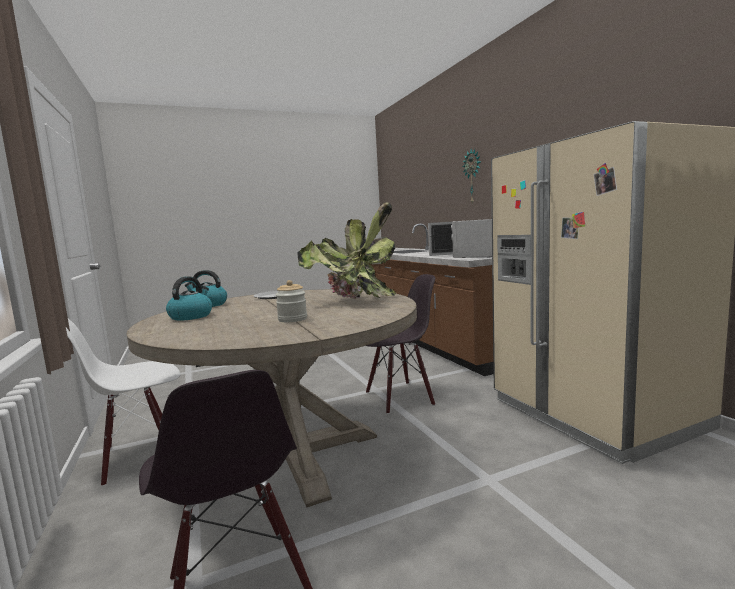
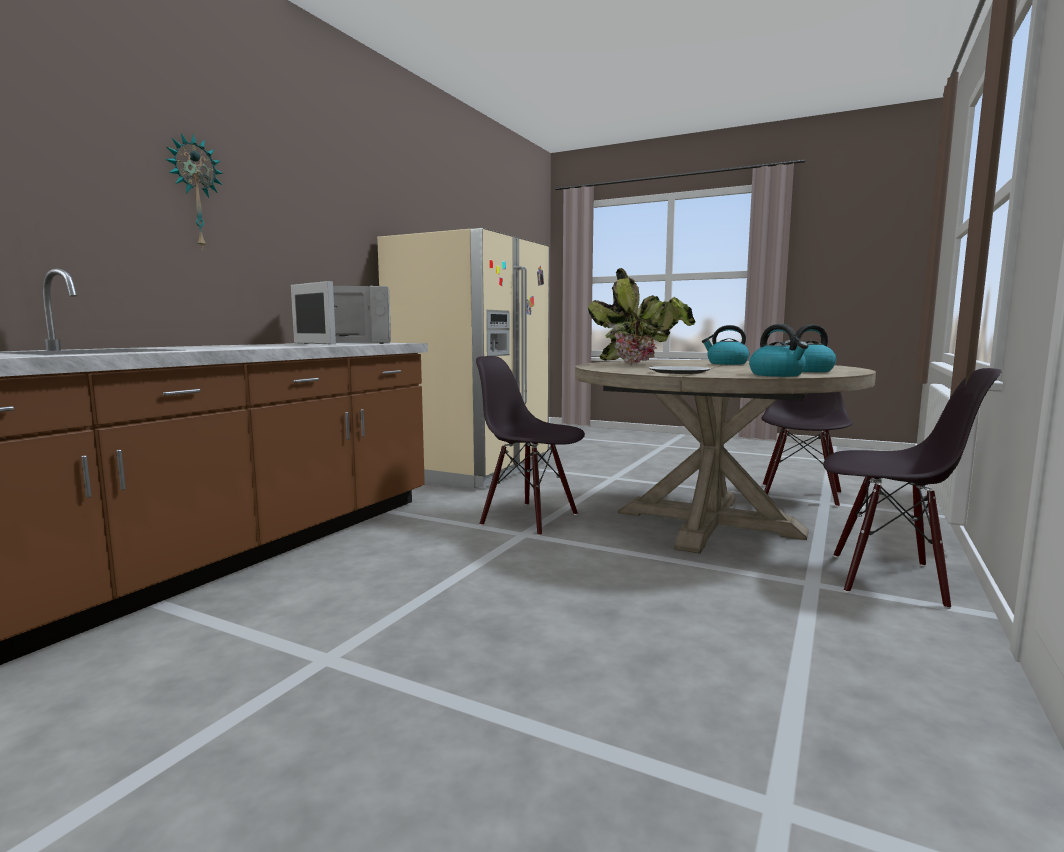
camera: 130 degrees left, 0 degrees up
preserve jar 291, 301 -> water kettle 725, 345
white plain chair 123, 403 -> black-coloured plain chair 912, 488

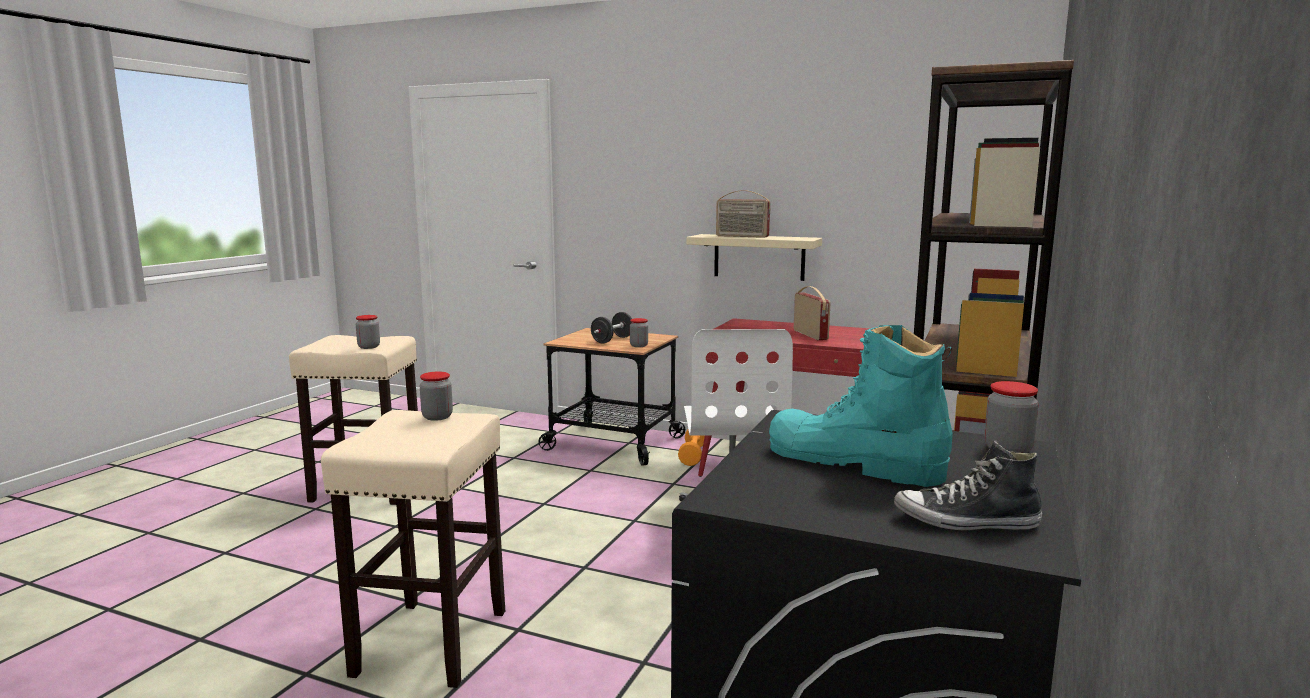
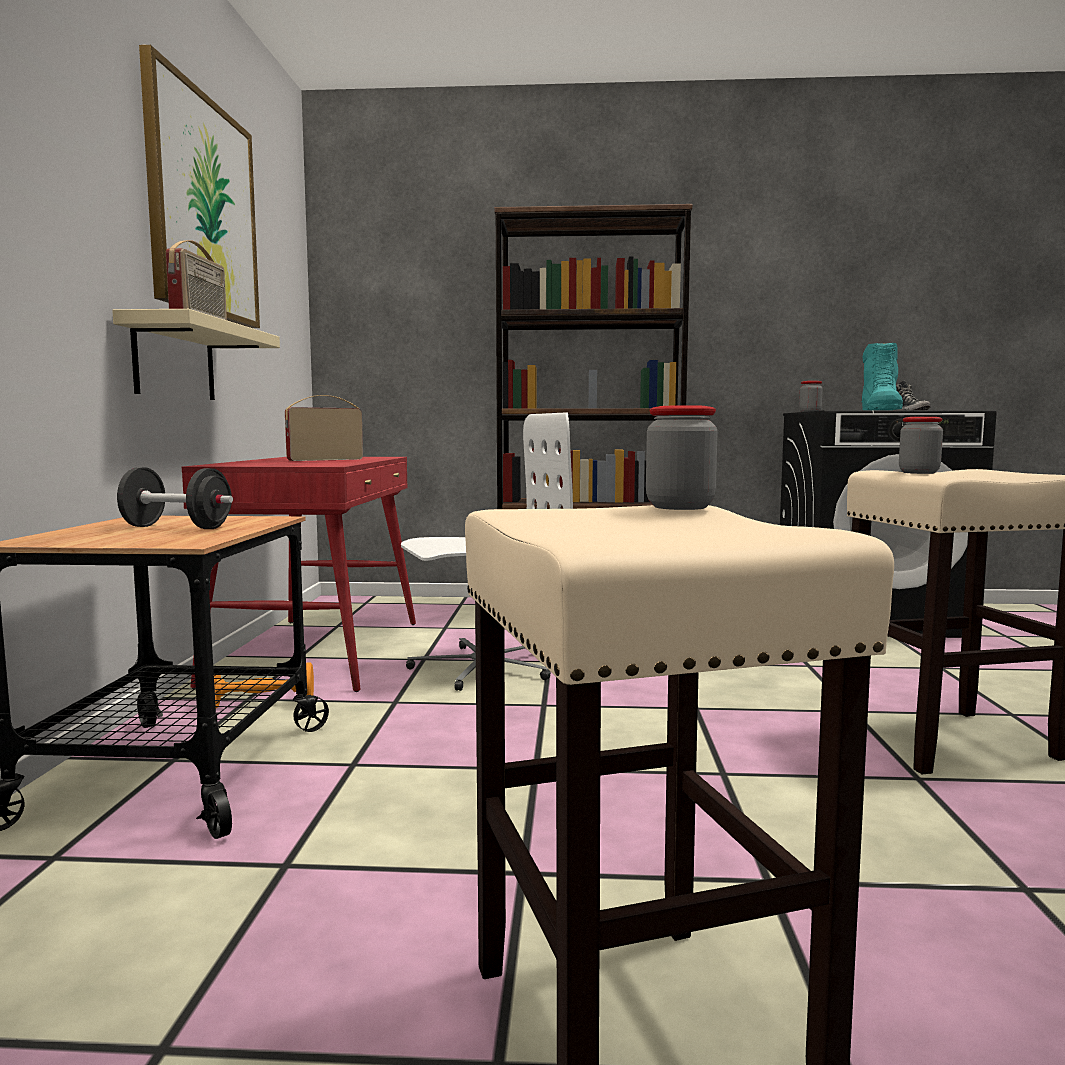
camera: 110 degrees left, 5 degrees down
preserve jar 639, 332 -> none
none -> picture 199, 186

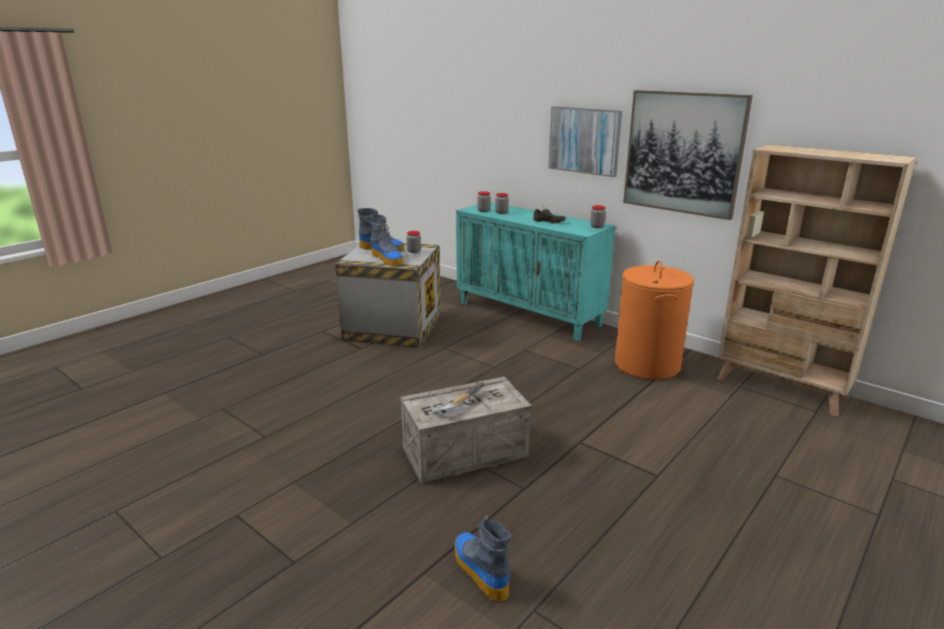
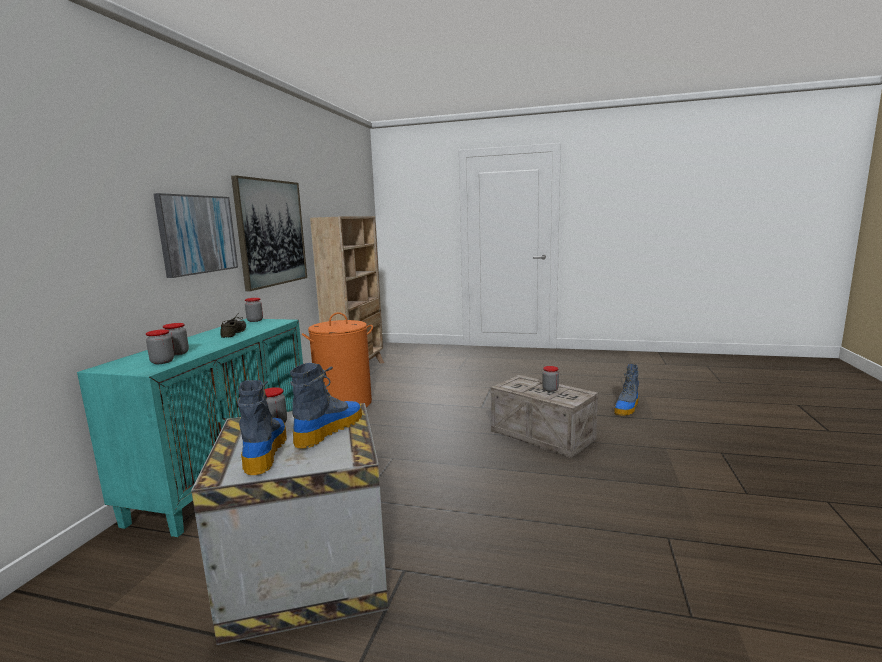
camera: 115 degrees left, 10 degrees down
hand hammer 458, 398 -> preserve jar 550, 379

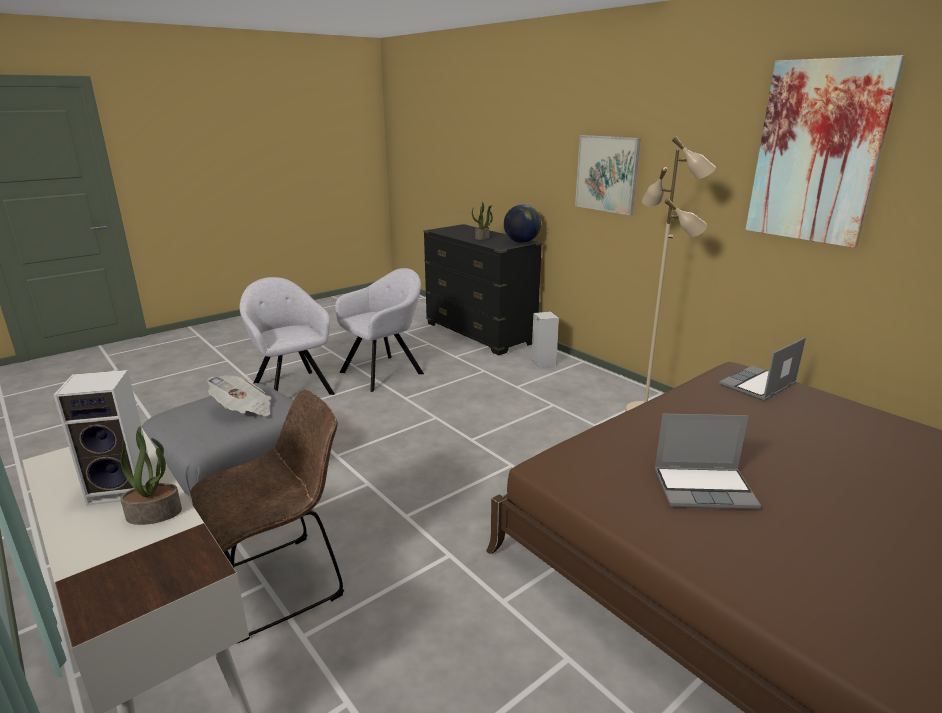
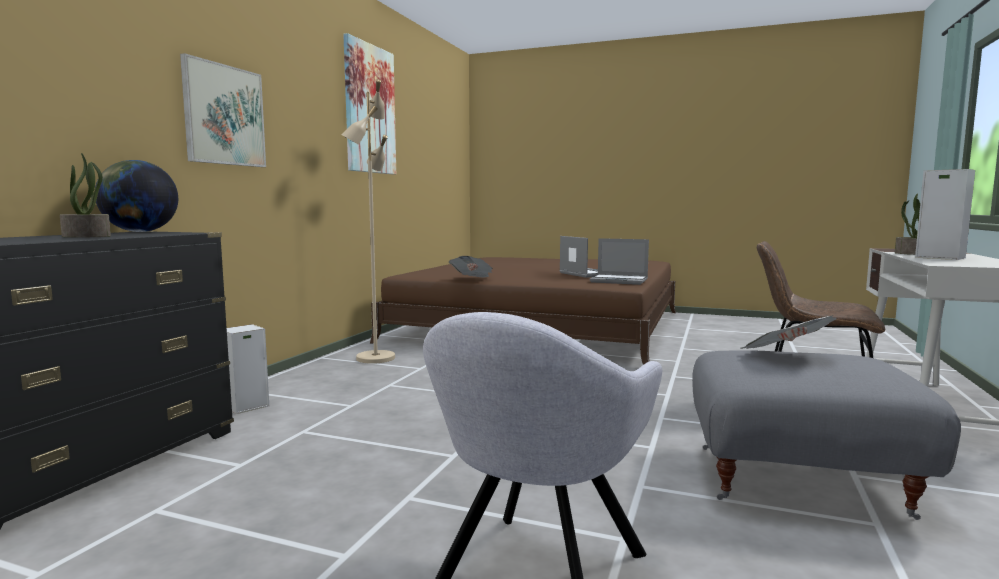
camera: 120 degrees left, 15 degrees down
grey easy chair 379, 330 -> none
none -> newspaper 471, 266
laptop 762, 369 -> laptop 619, 261, relocated

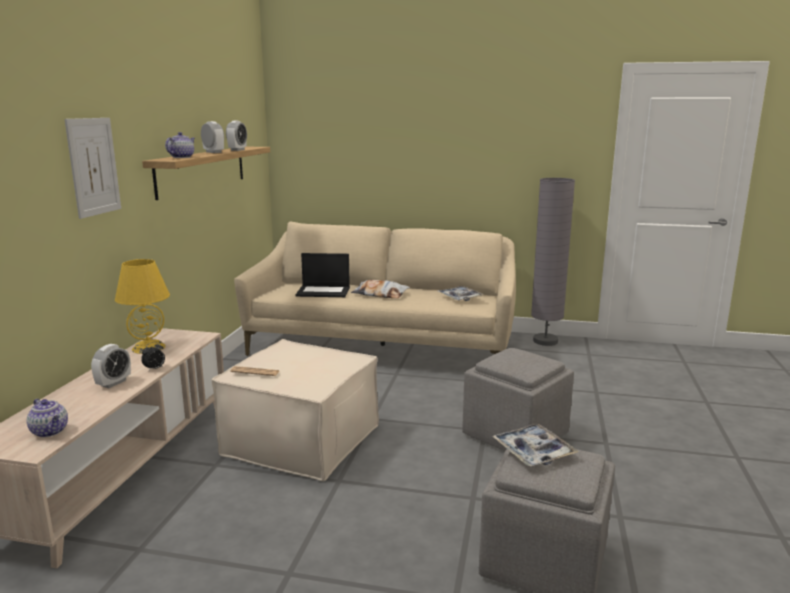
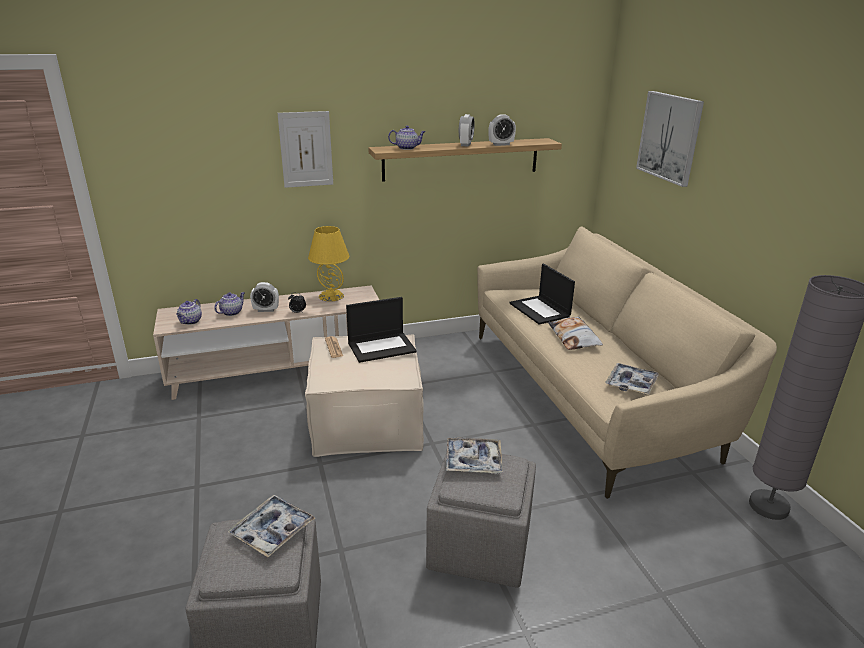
camera: 60 degrees right, 10 degrees up
none -> pot for tea 229, 304
none -> laptop 381, 330
none -> carrying tray 474, 456
none -> picture 670, 139

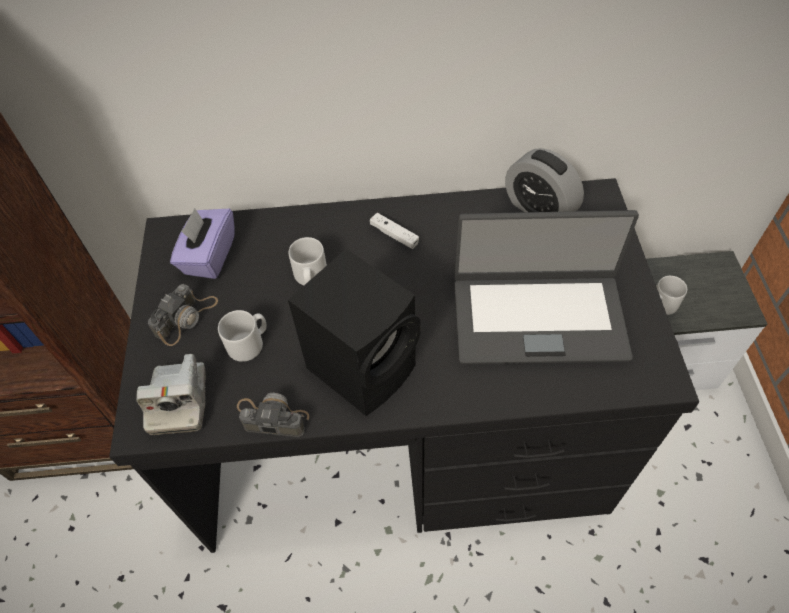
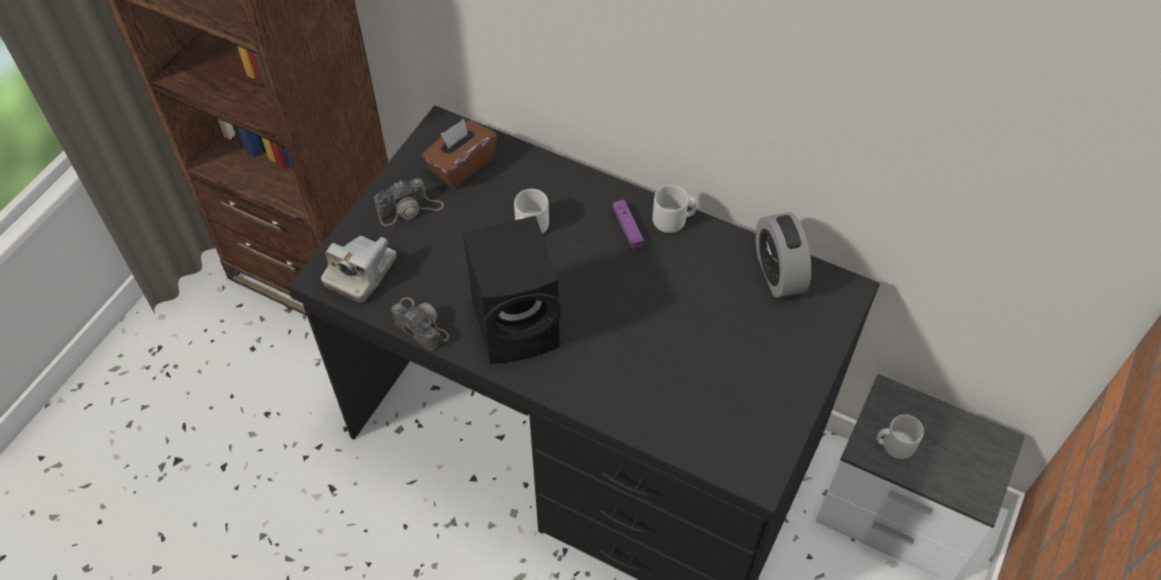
camera: 30 degrees right, 0 degrees up
laptop 547, 287 -> none
grey tea mug 242, 336 -> grey tea mug 674, 209, relocated
purplish tissue holder 202, 243 -> brown tissue holder 459, 153
white joypad 394, 231 -> purplish joypad 628, 224

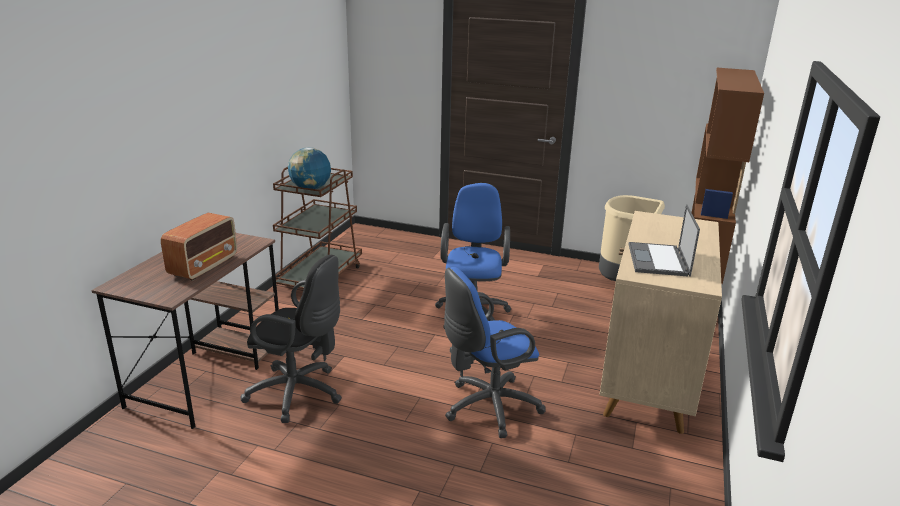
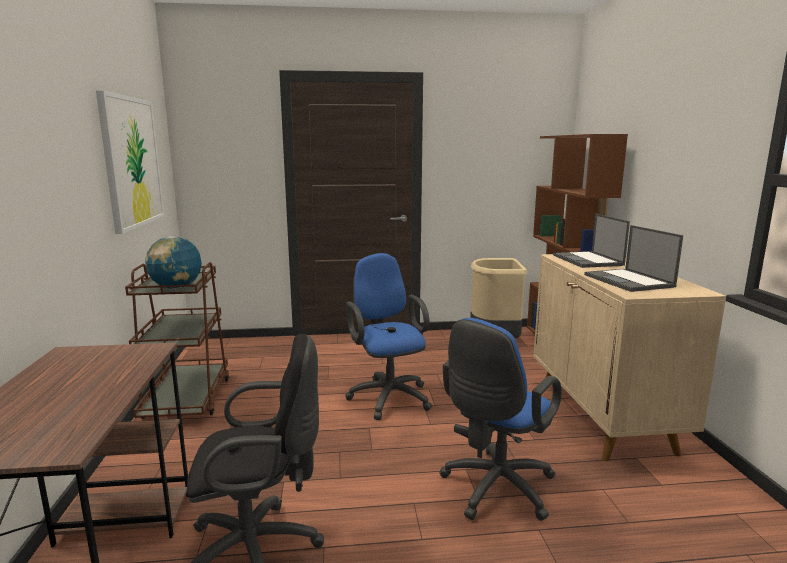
camera: 25 degrees left, 10 degrees down
radio 199, 247 -> none
none -> picture 130, 162
none -> laptop 591, 241

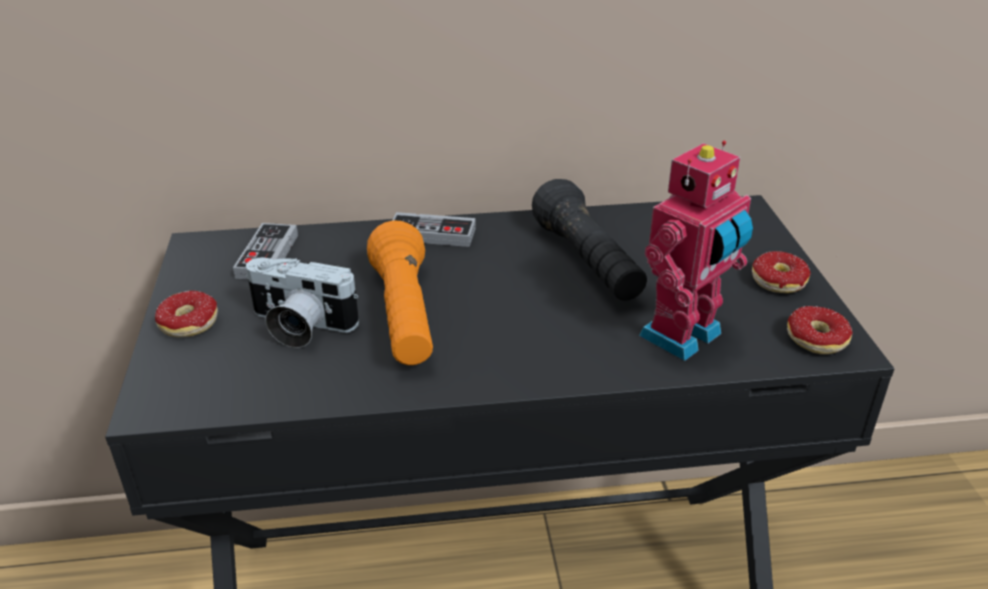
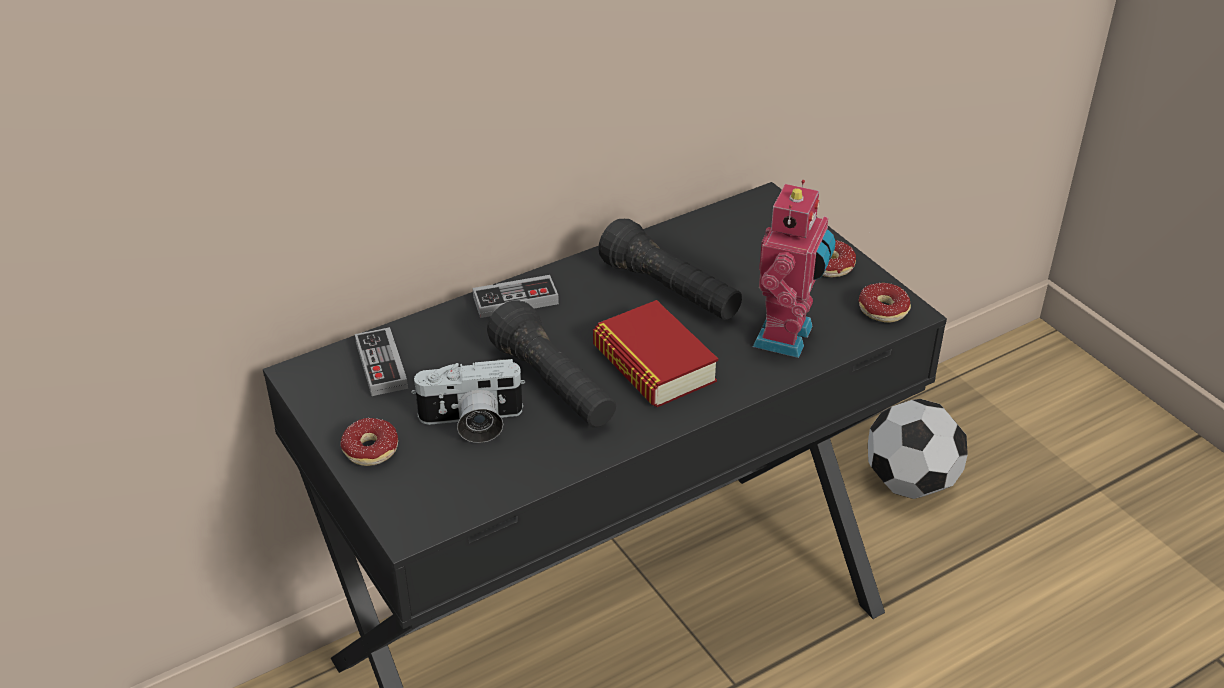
camera: 25 degrees left, 5 degrees up
none -> bound book 655, 353
none -> football 918, 449
orange-coloured flashlight 400, 292 -> black-coloured flashlight 551, 364

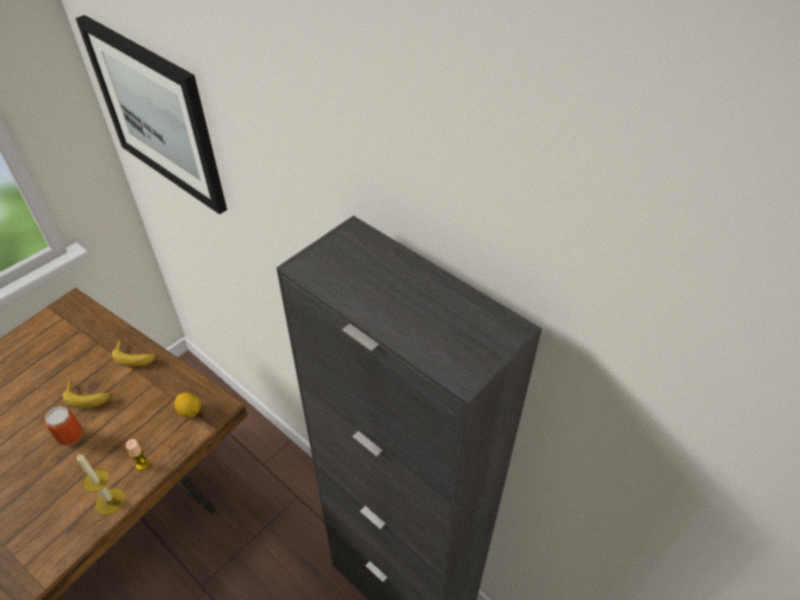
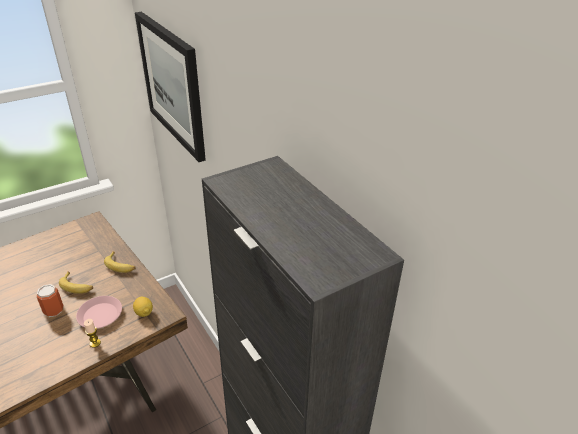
camera: 15 degrees right, 10 degrees down
wax candle 101, 484 -> none
none -> pinkish flat dish 99, 312

